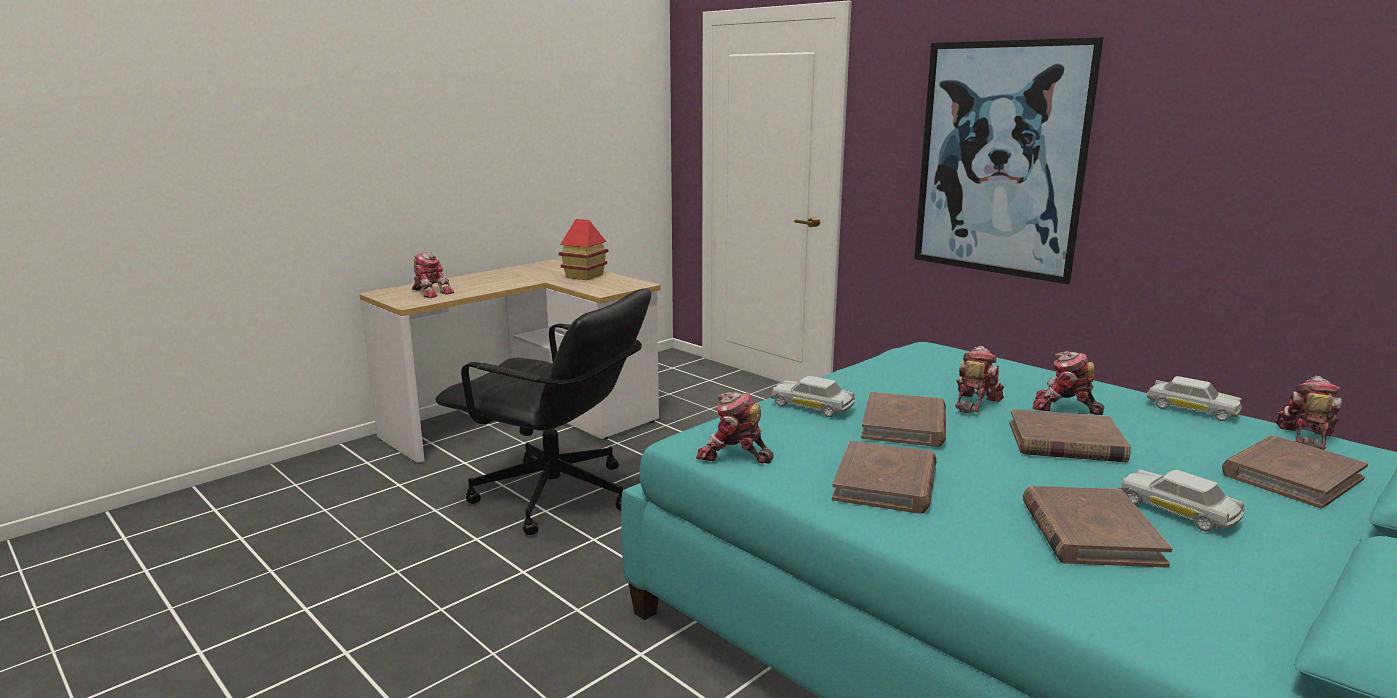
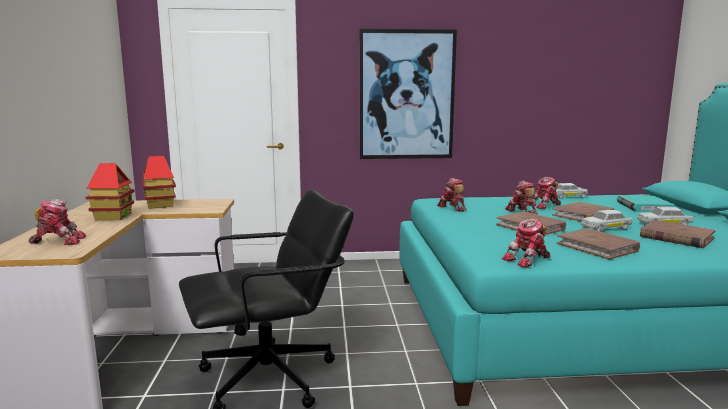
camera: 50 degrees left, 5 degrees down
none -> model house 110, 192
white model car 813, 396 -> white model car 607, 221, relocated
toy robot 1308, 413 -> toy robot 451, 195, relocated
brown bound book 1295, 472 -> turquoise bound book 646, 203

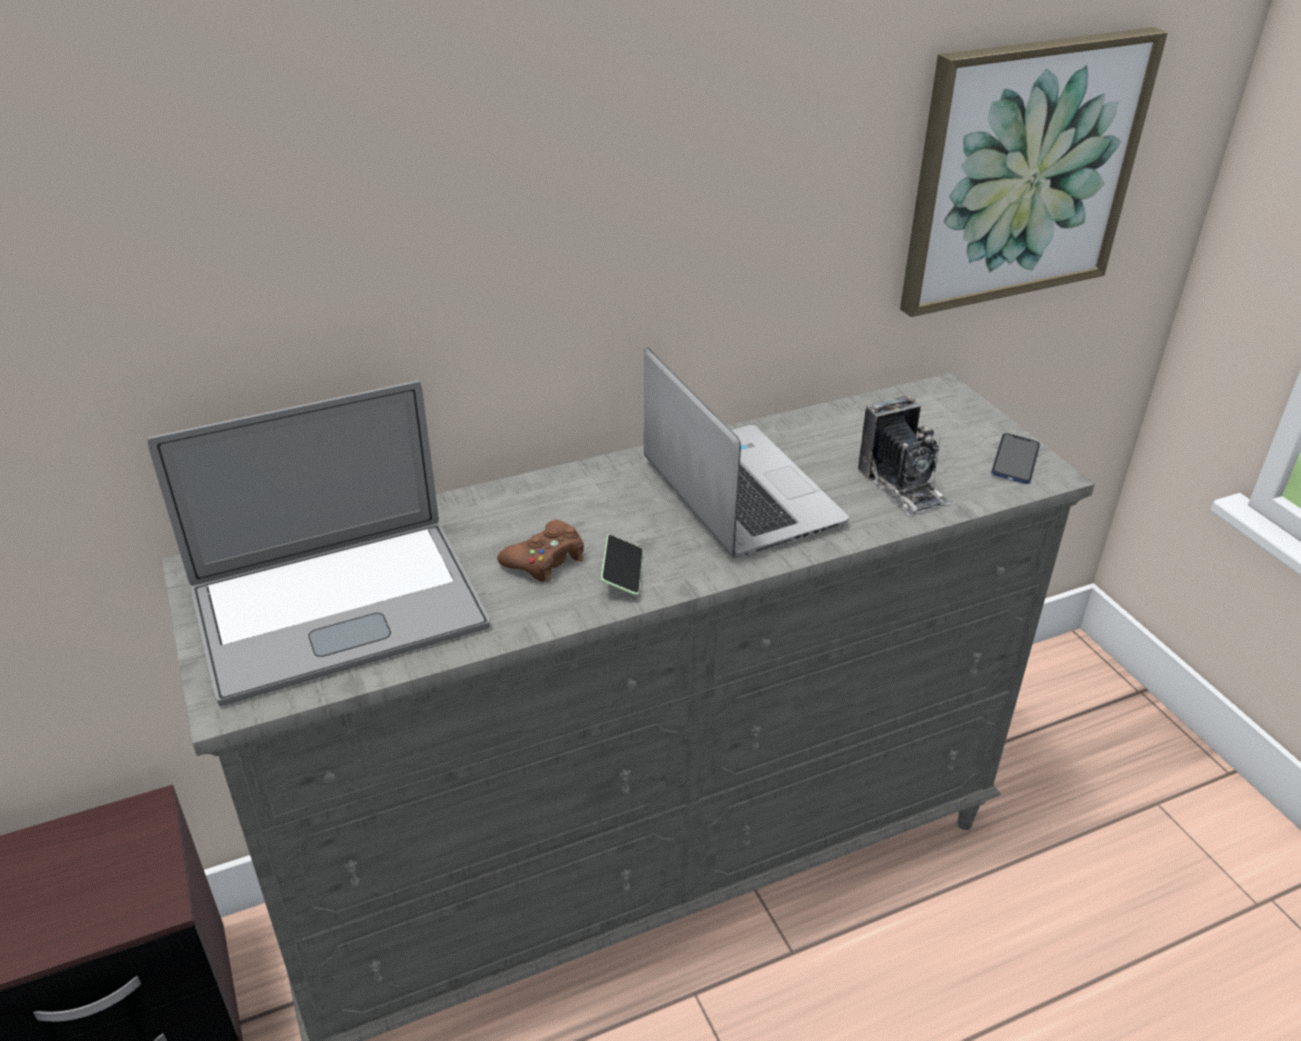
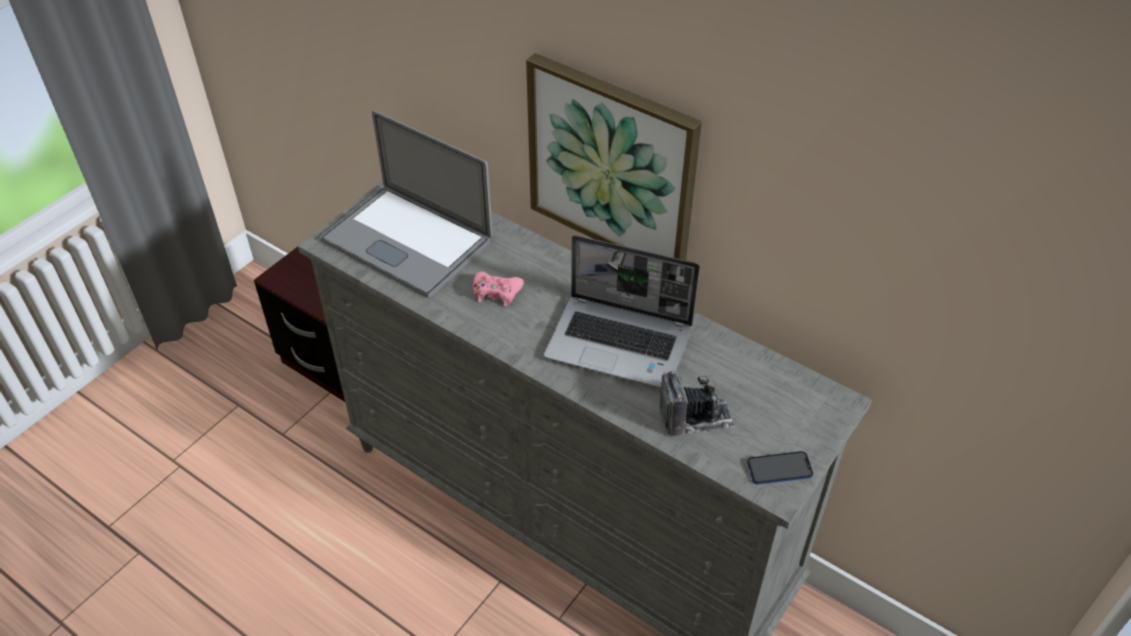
camera: 60 degrees right, 10 degrees up
handset 622, 565 -> none
picture 1034, 172 -> picture 614, 156, relocated
brown joypad 540, 551 -> pinkish joypad 498, 288
laptop 746, 452 -> laptop 622, 311, 75 degrees clockwise
photo camera 904, 456 -> photo camera 697, 404, 135 degrees counterclockwise

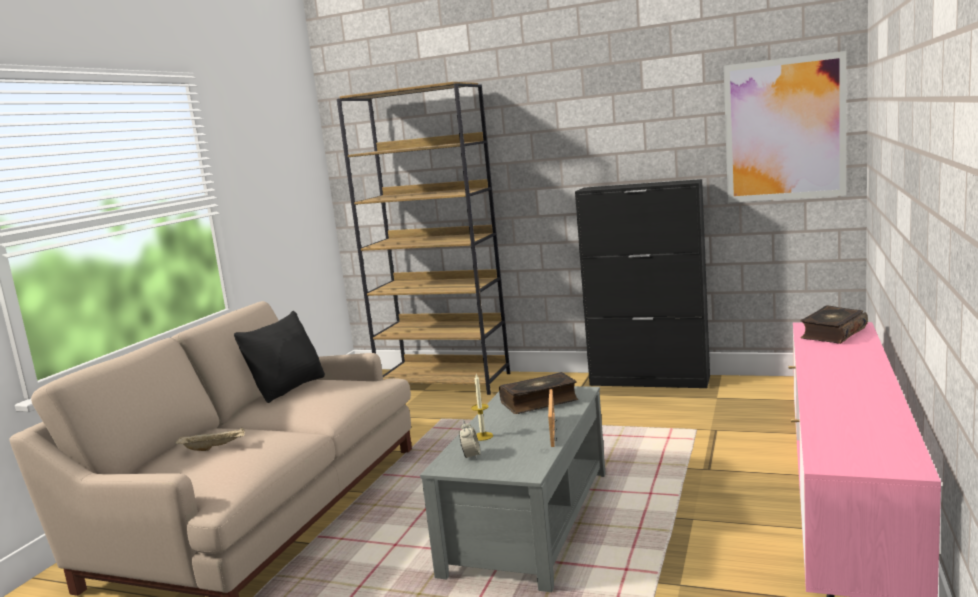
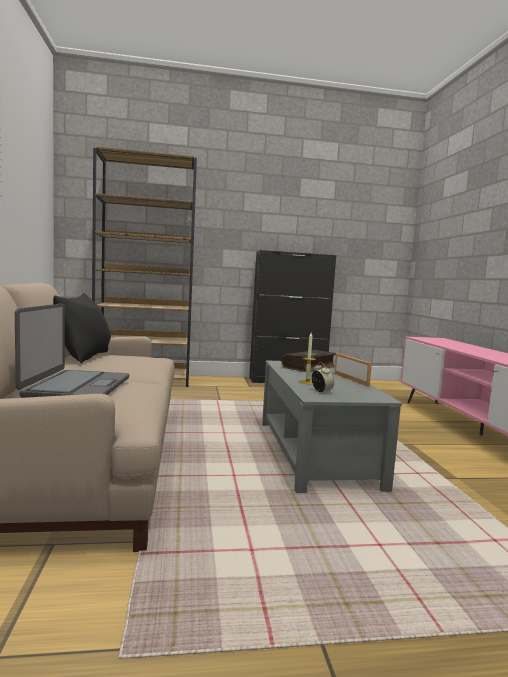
camera: 30 degrees left, 5 degrees down
picture 784, 126 -> none
bound book 834, 324 -> none
beige carrying tray 210, 439 -> laptop 72, 350

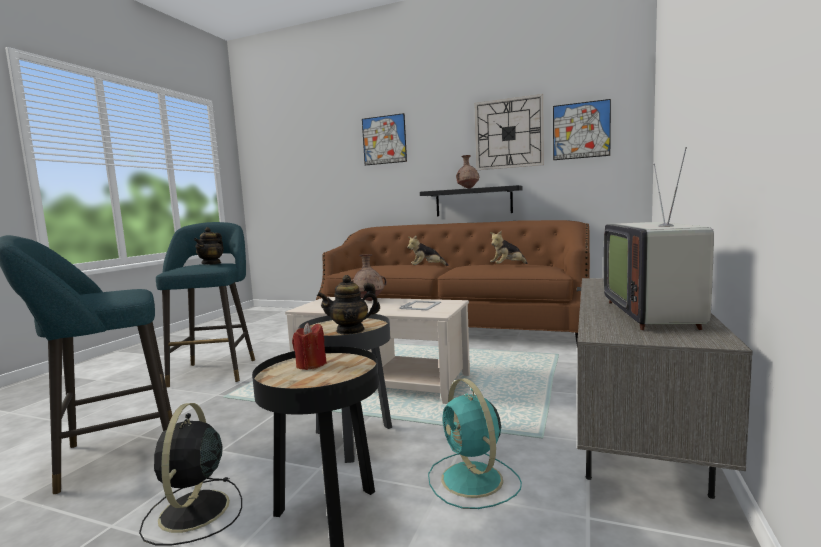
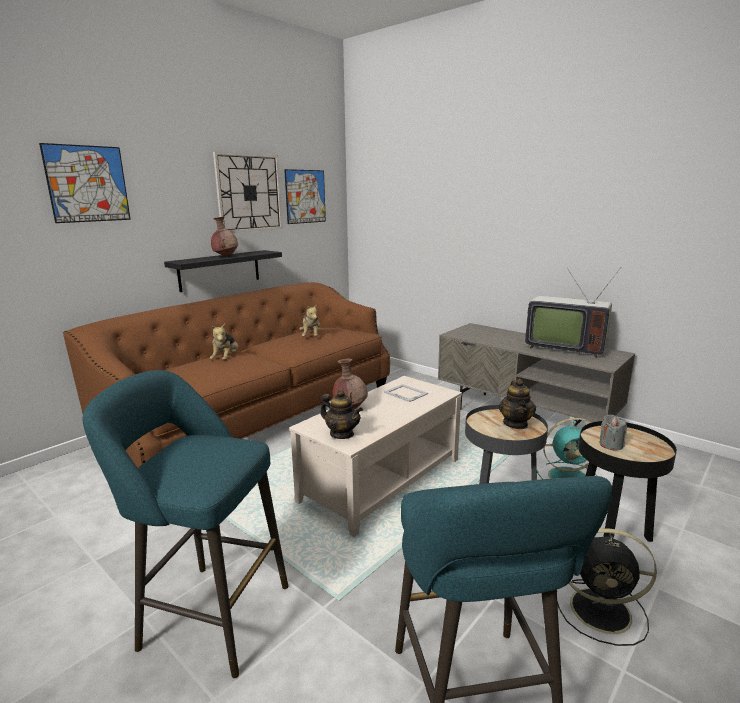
camera: 70 degrees left, 10 degrees up
pot for tea 209, 246 -> pot for tea 341, 414, relocated
red-coloured wax candle 309, 346 -> grey wax candle 613, 432

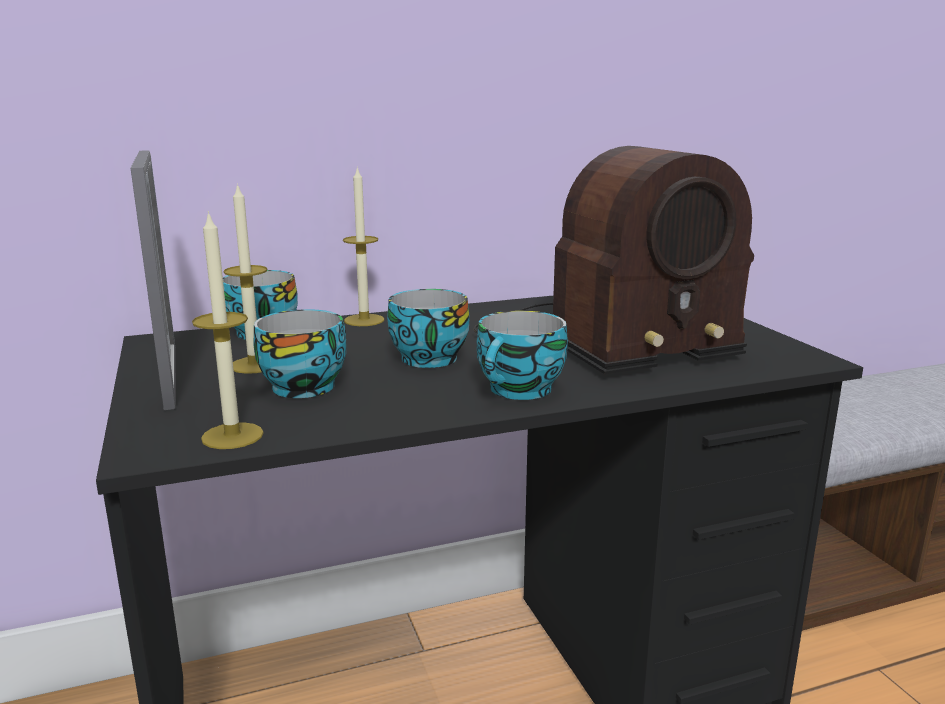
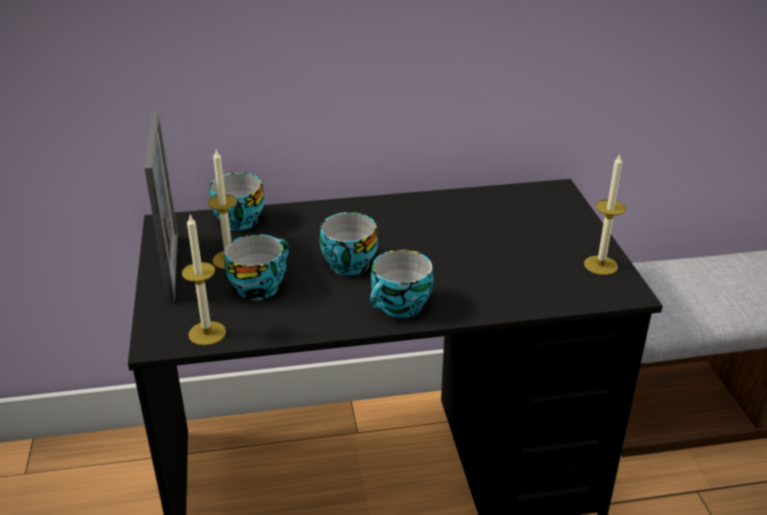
camera: 10 degrees right, 15 degrees up
radio 614, 260 -> none
wax candle 363, 246 -> wax candle 605, 214, relocated

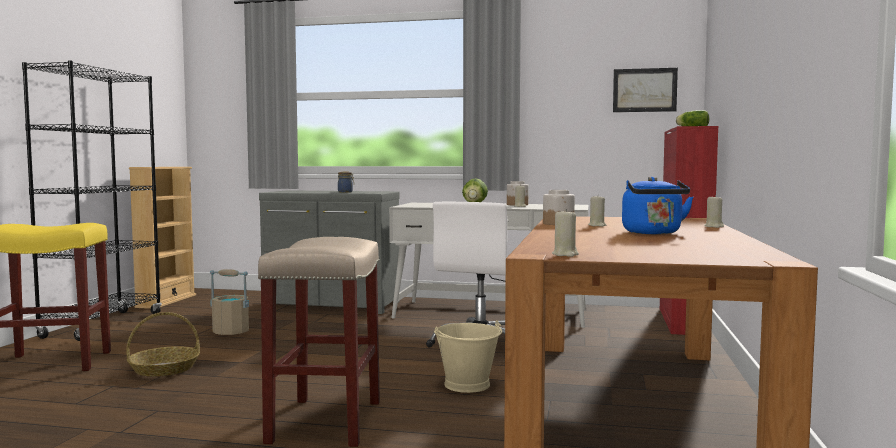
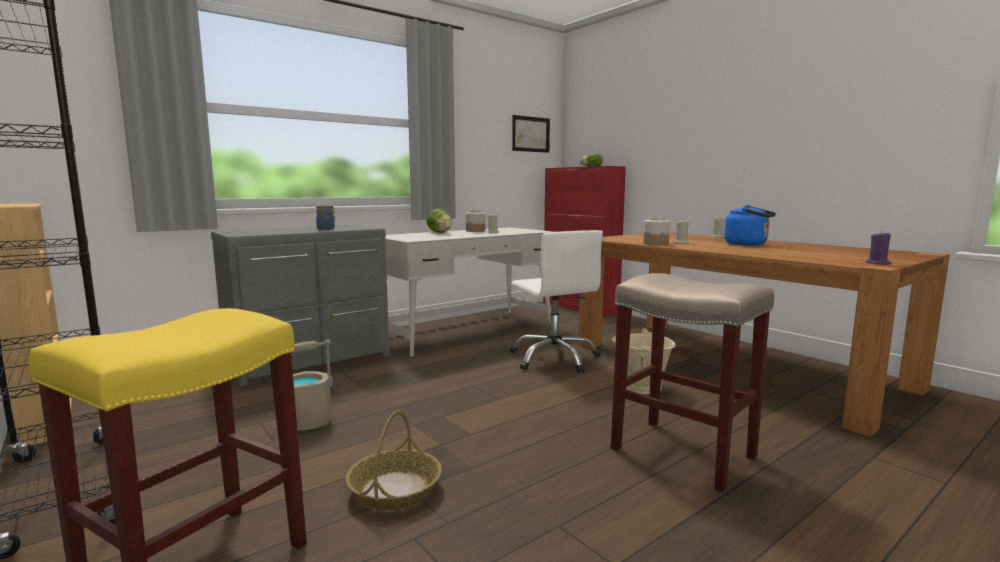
camera: 50 degrees left, 5 degrees up
beige wax candle 565, 233 -> purplish wax candle 878, 248

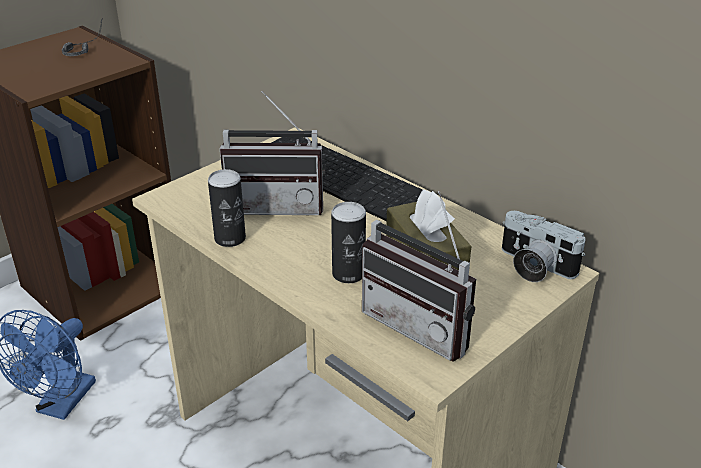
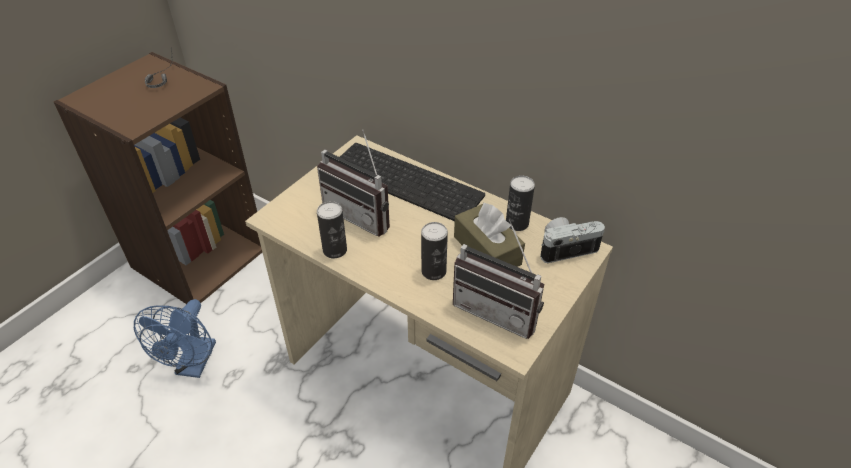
camera: 10 degrees left, 10 degrees up
none -> metal can 520, 203
radio 273, 153 -> radio 353, 183, 45 degrees clockwise
photo camera 544, 246 -> photo camera 572, 240, 135 degrees clockwise

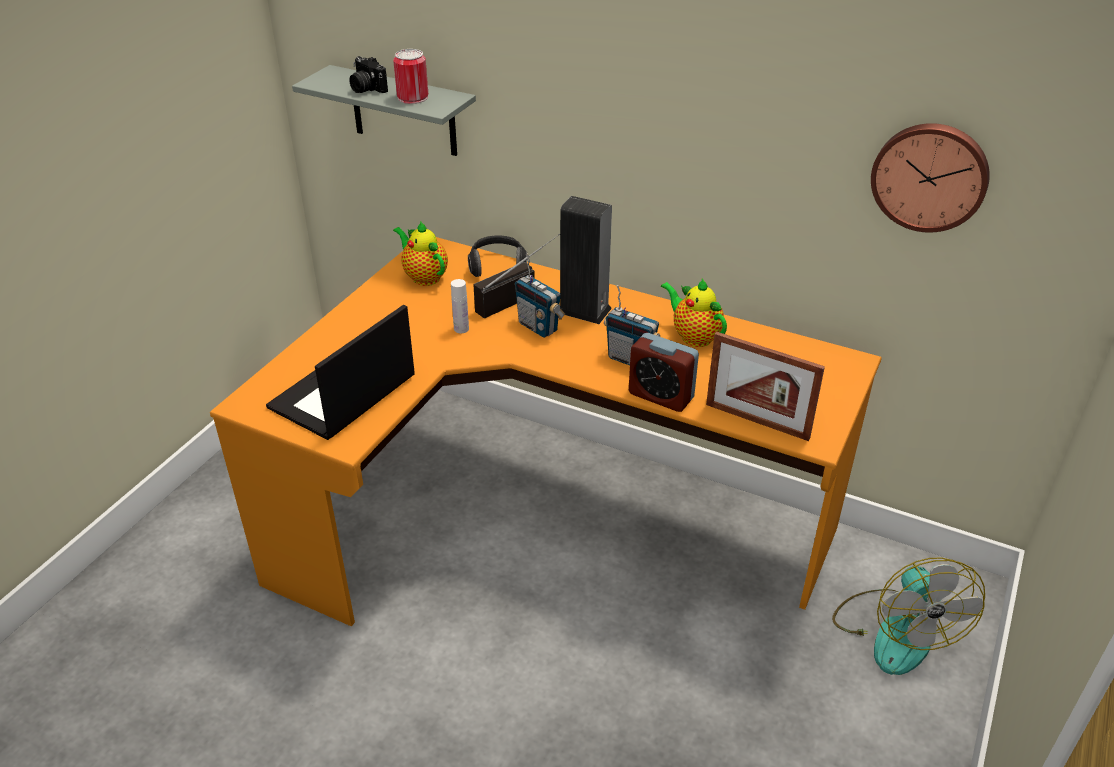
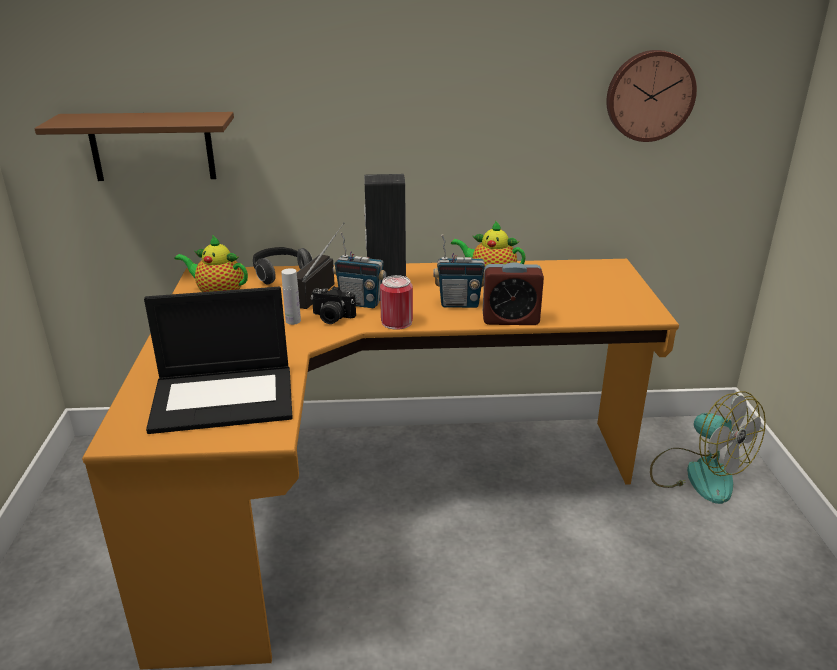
camera: 30 degrees left, 10 degrees down
standing frame 765, 386 -> none
photo camera 368, 74 -> photo camera 333, 305, relocated
metal can 410, 76 -> metal can 396, 302, relocated
grey shelf 384, 110 -> brown shelf 134, 146
laptop 340, 372 -> laptop 218, 360, 105 degrees counterclockwise

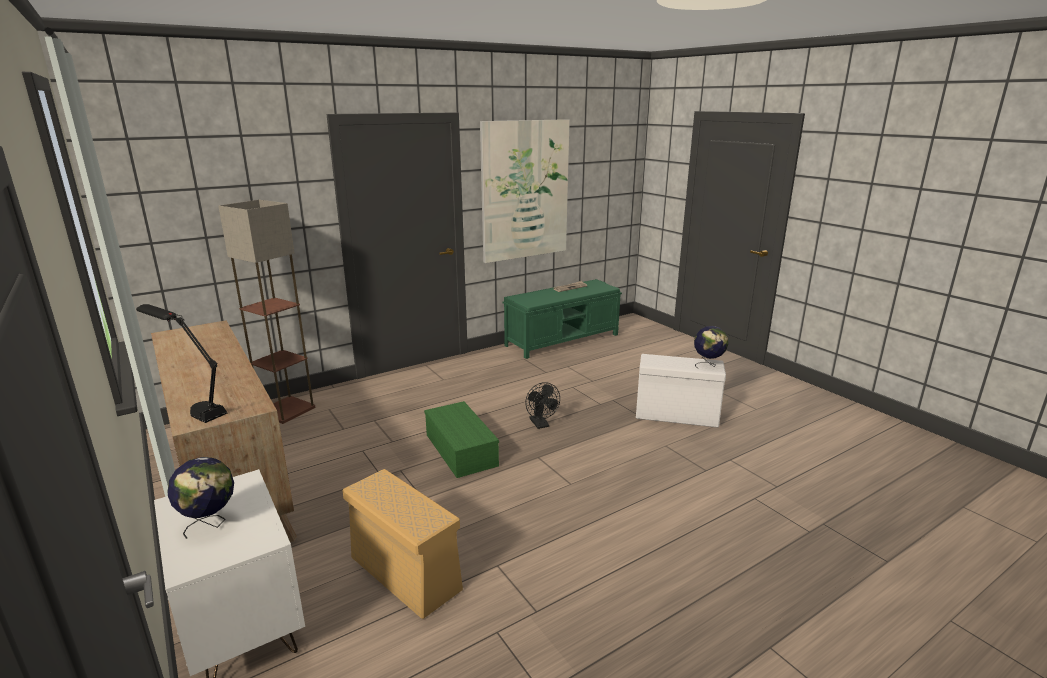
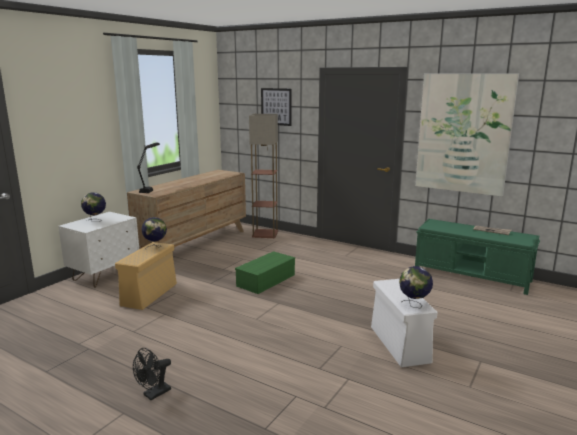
camera: 65 degrees right, 5 degrees down
none -> desk globe 154, 233
none -> picture 276, 107
black-coloured cooling fan 542, 405 -> black-coloured cooling fan 152, 374, relocated

